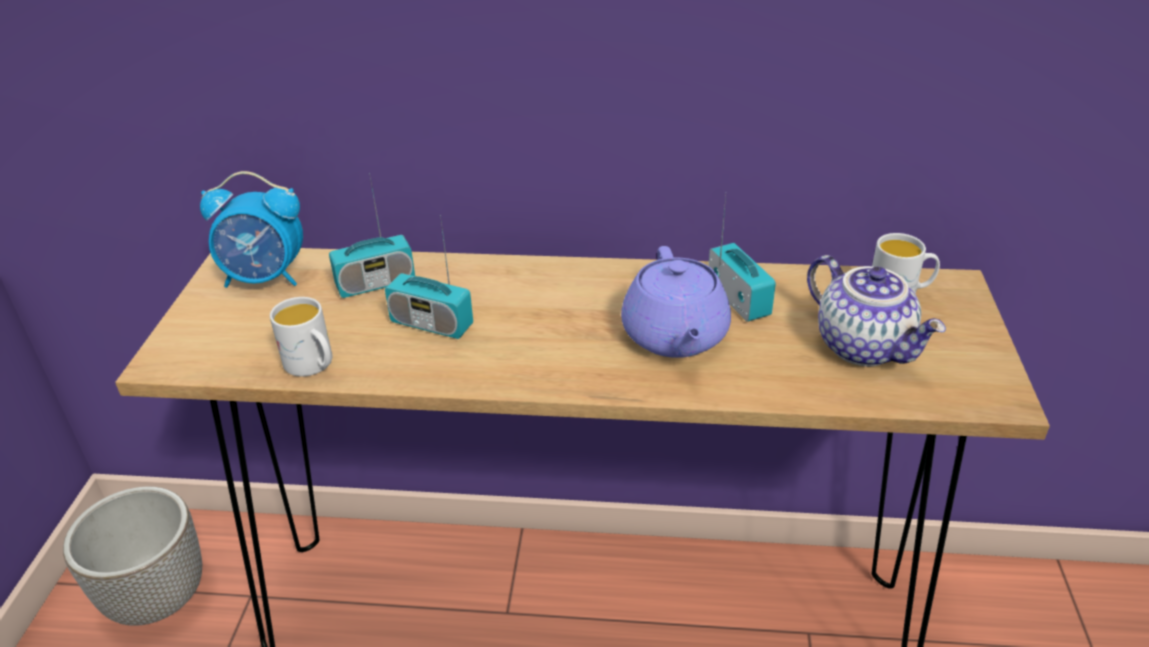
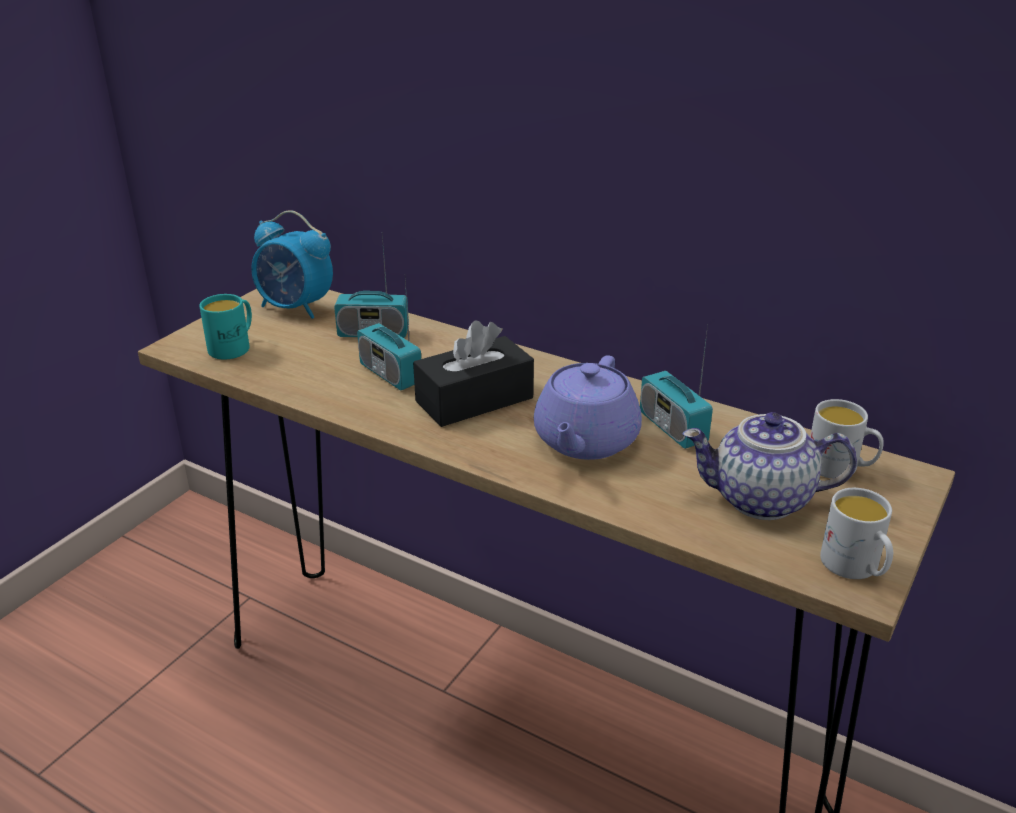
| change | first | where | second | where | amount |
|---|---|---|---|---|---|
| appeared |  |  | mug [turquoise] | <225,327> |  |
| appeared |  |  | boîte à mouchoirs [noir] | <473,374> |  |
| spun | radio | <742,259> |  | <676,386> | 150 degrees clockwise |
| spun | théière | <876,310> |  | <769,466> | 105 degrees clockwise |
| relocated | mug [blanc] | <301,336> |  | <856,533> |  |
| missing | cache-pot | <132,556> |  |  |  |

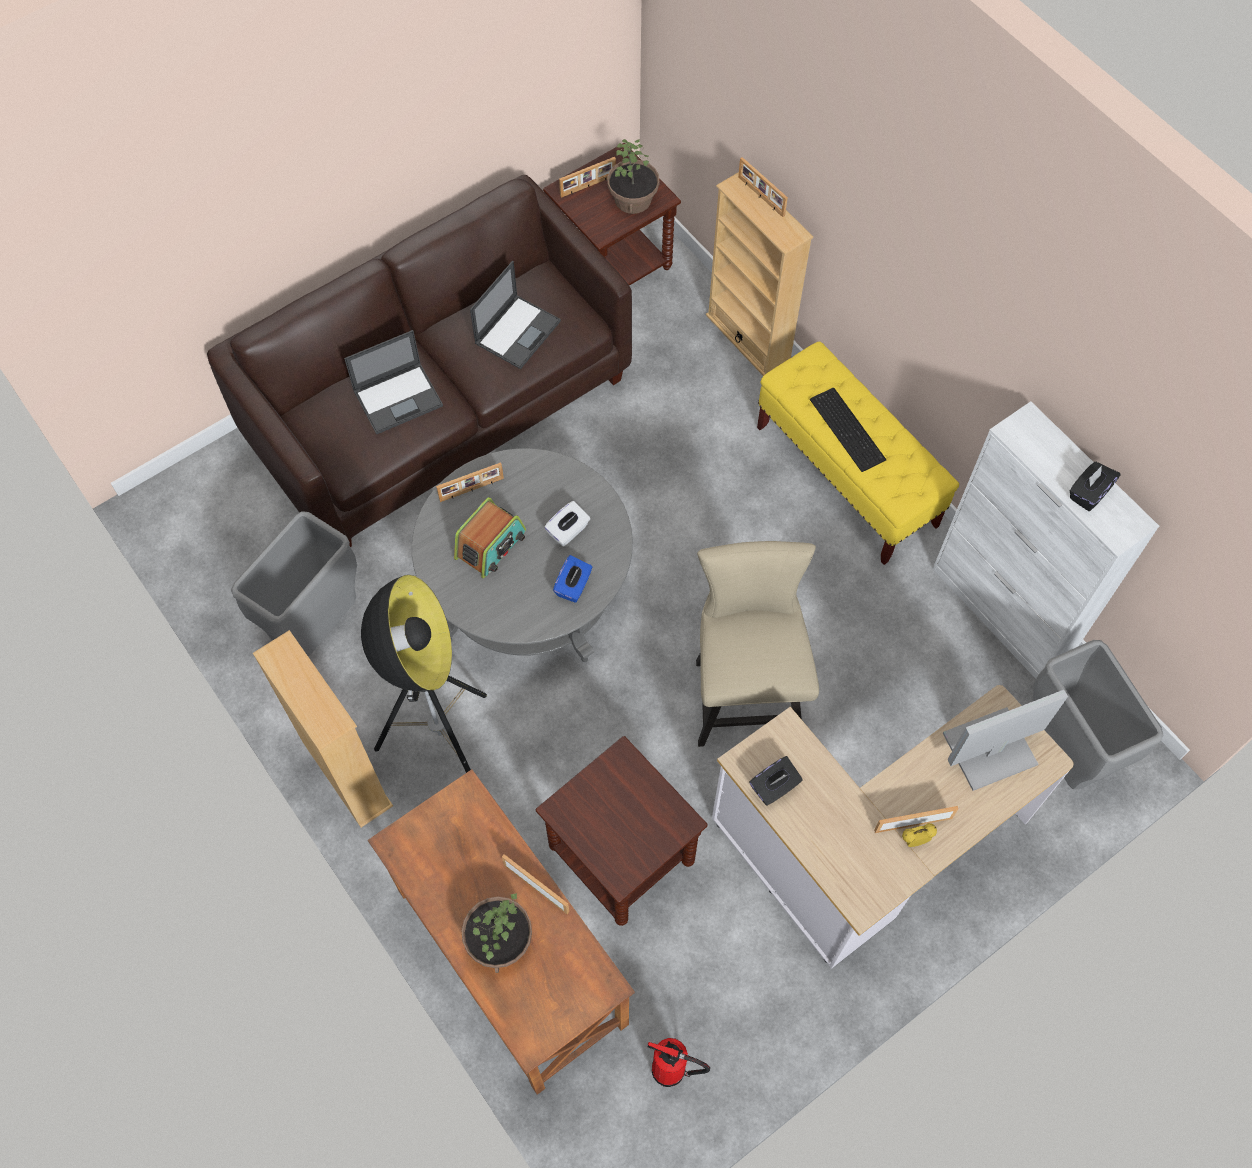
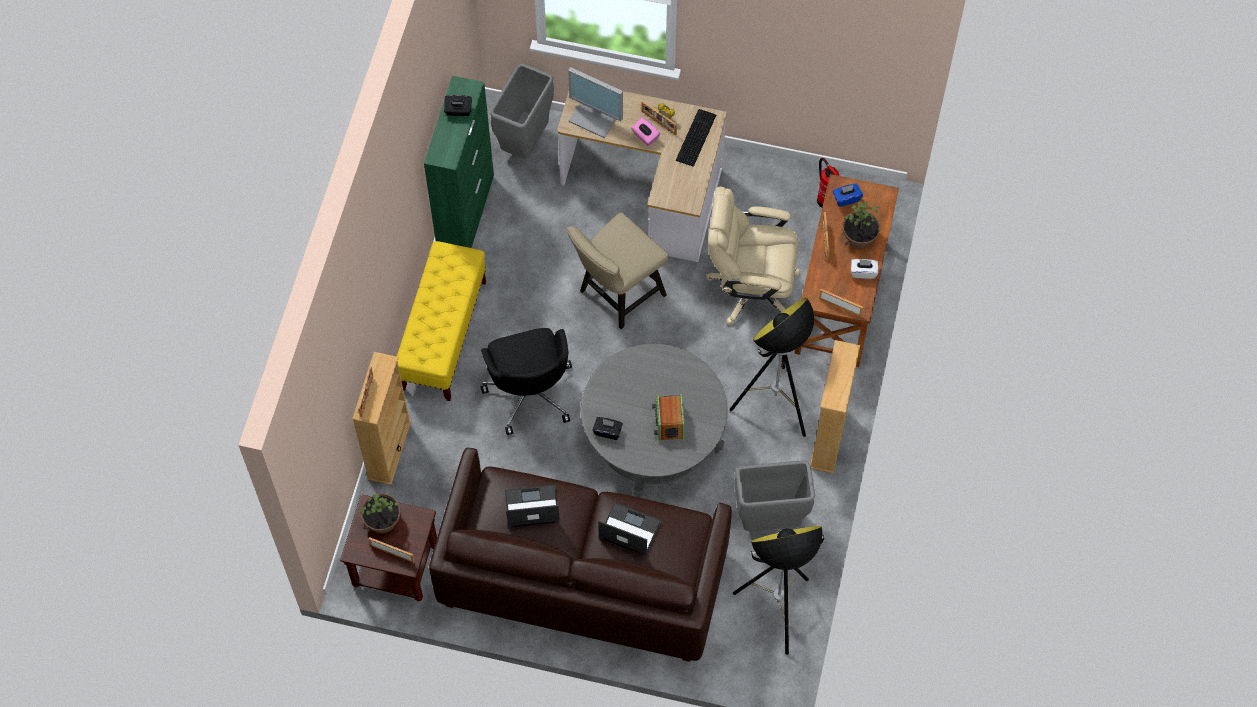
| change | first | where | second | where | amount |
|---|---|---|---|---|---|
| colour | meuble de rangement [blanc] | <1046,540> | meuble de rangement [vert] | <459,162> |  |
| appeared |  |  | chaise de bureau [noir] | <526,381> |  |
| relocated | boîte à mouchoirs [noir] | <776,780> |  | <607,428> |  |
| appeared |  |  | boîte à mouchoirs [rose] | <645,131> |  |
| spun | radio | <490,537> |  | <668,417> | 90 degrees counterclockwise |
| relocated | clavier | <848,430> |  | <696,138> |  |
| exchanged | table d'appoint [marron] | <622,831> | chaise de bureau [beige] | <753,256> |  |
| appeared |  |  | lampadaire | <779,590> |  |
| relocated | cadre photo | <470,482> |  | <841,303> |  |
| relocated | boîte à mouchoirs [bleu] | <572,578> |  | <848,195> |  |
| relocated | boîte à mouchoirs [blanc] | <567,523> |  | <864,269> |  |

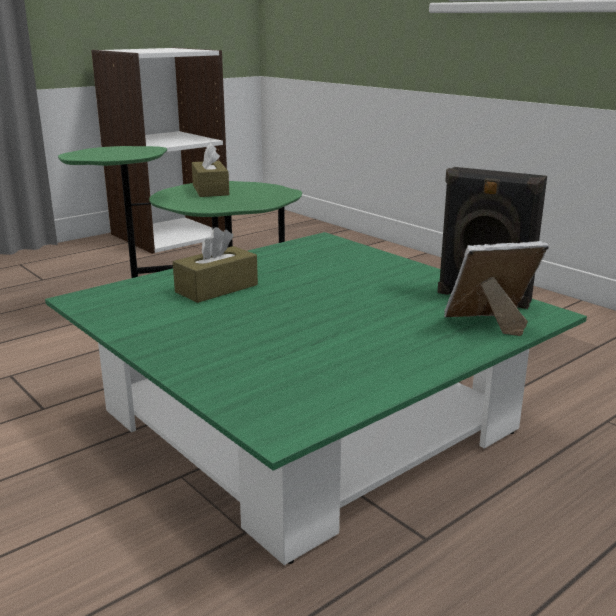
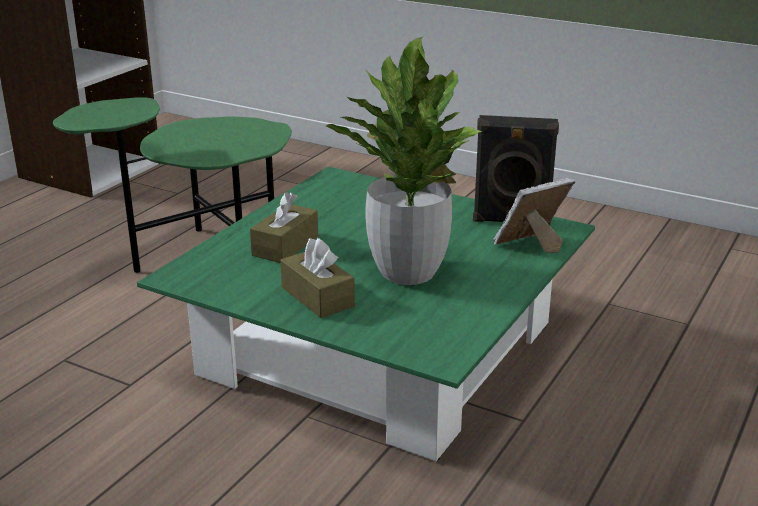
| change | first | where | second | where | amount |
|---|---|---|---|---|---|
| relocated | boîte à mouchoirs [marron] | <210,170> |  | <317,278> |  |
| appeared |  |  | plante en pot | <404,161> |  |

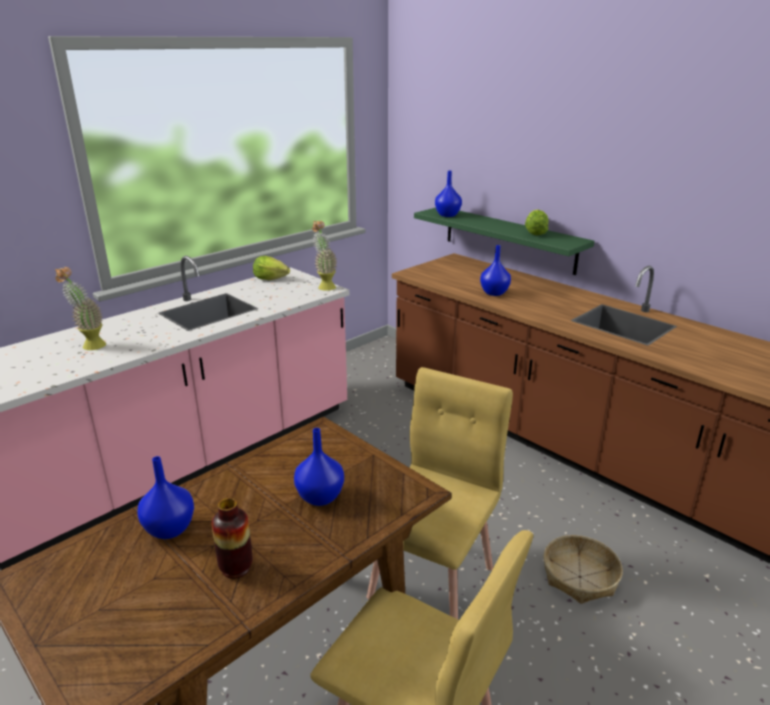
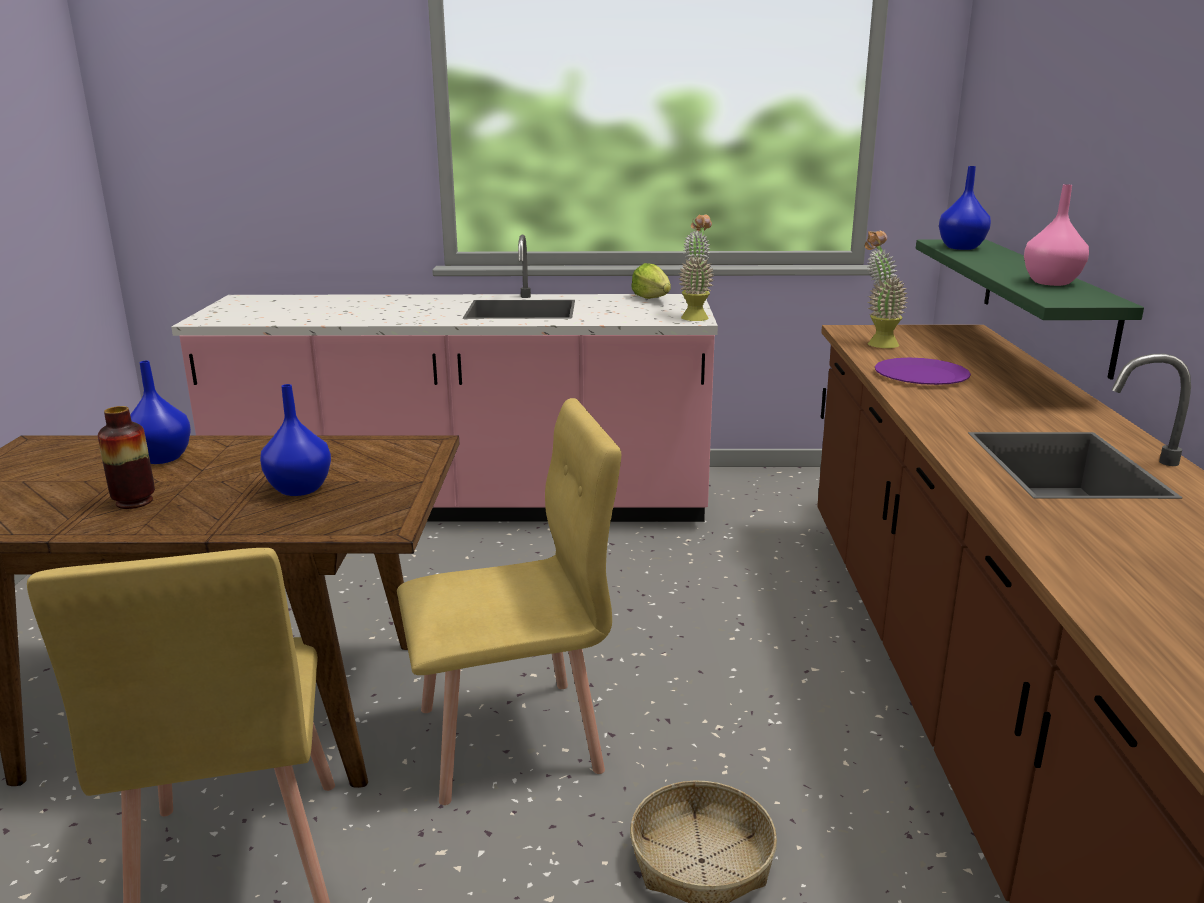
| change | first | where | second | where | amount |
|---|---|---|---|---|---|
| relocated | plante en pot | <80,308> |  | <886,289> |  |
| exchanged | vase [bleu] | <495,270> | assiette [violet] | <923,371> |  |
| exchanged | laitue | <537,222> | vase [rose] | <1056,235> |  |

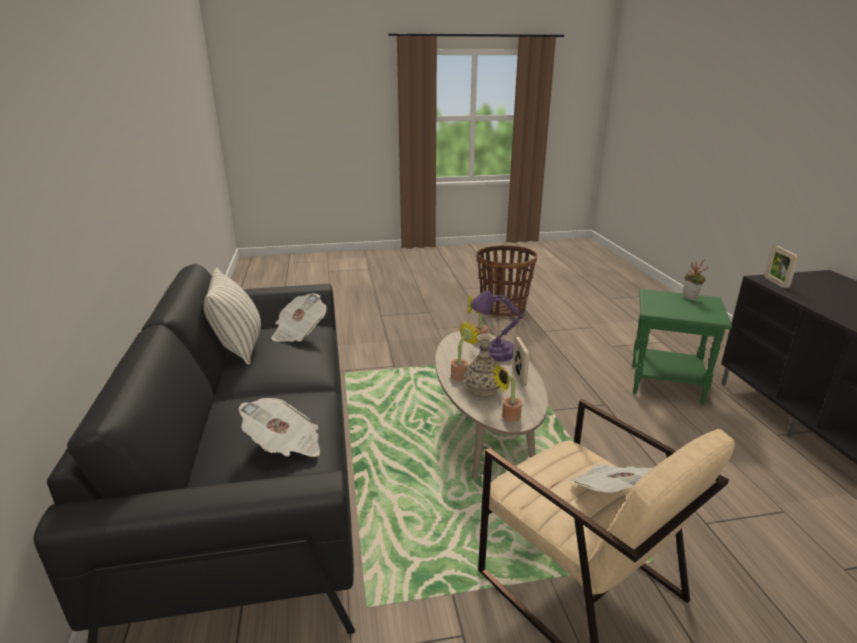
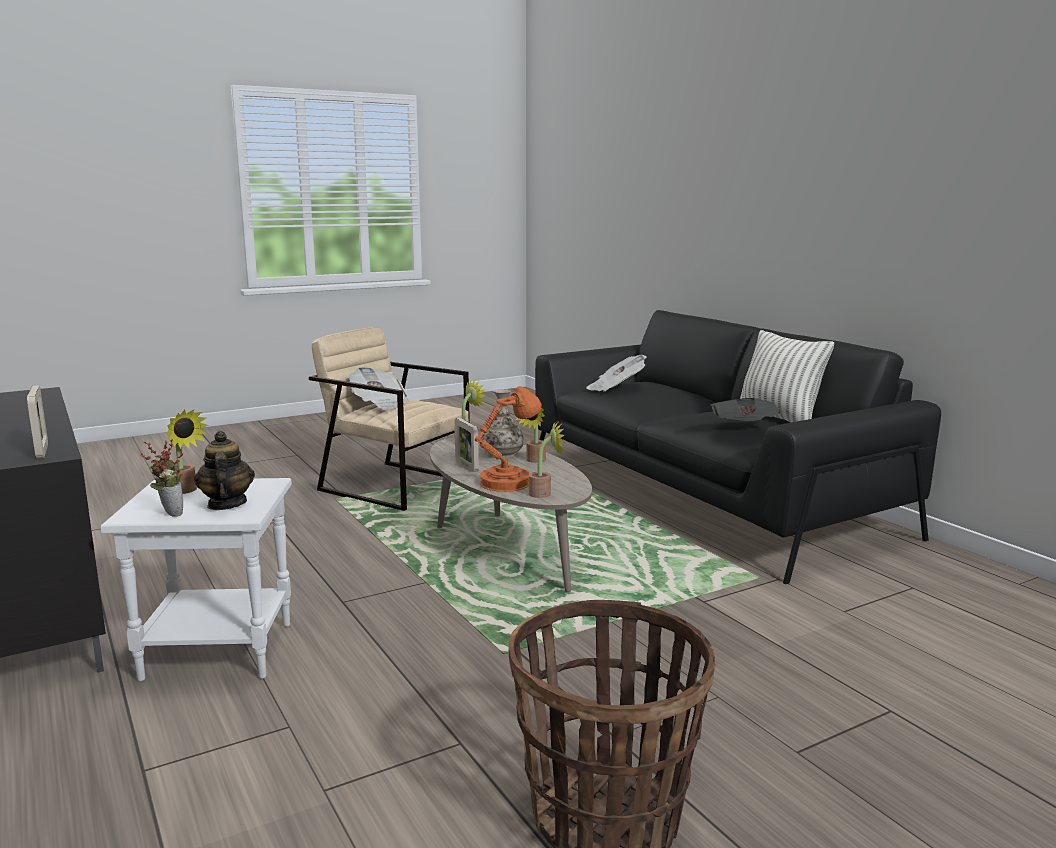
| change | first | where | second | where | amount |
|---|---|---|---|---|---|
| colour | table d'appoint [vert] | <682,347> | table d'appoint [blanc] | <196,579> |  |
| appeared |  |  | plante en pot | <187,451> |  |
| appeared |  |  | théière | <224,470> |  |
| colour | lampe de table [violet] | <496,326> | lampe de table [orange] | <508,439> |  |

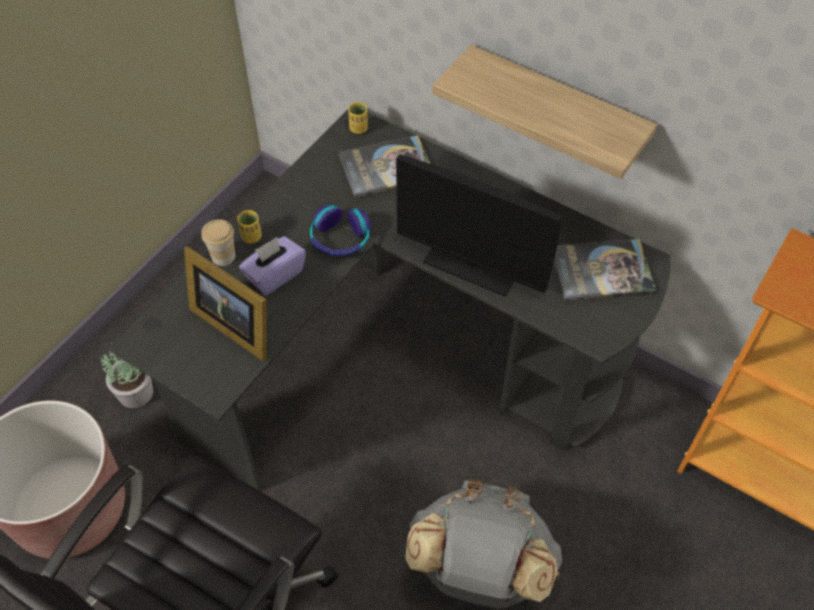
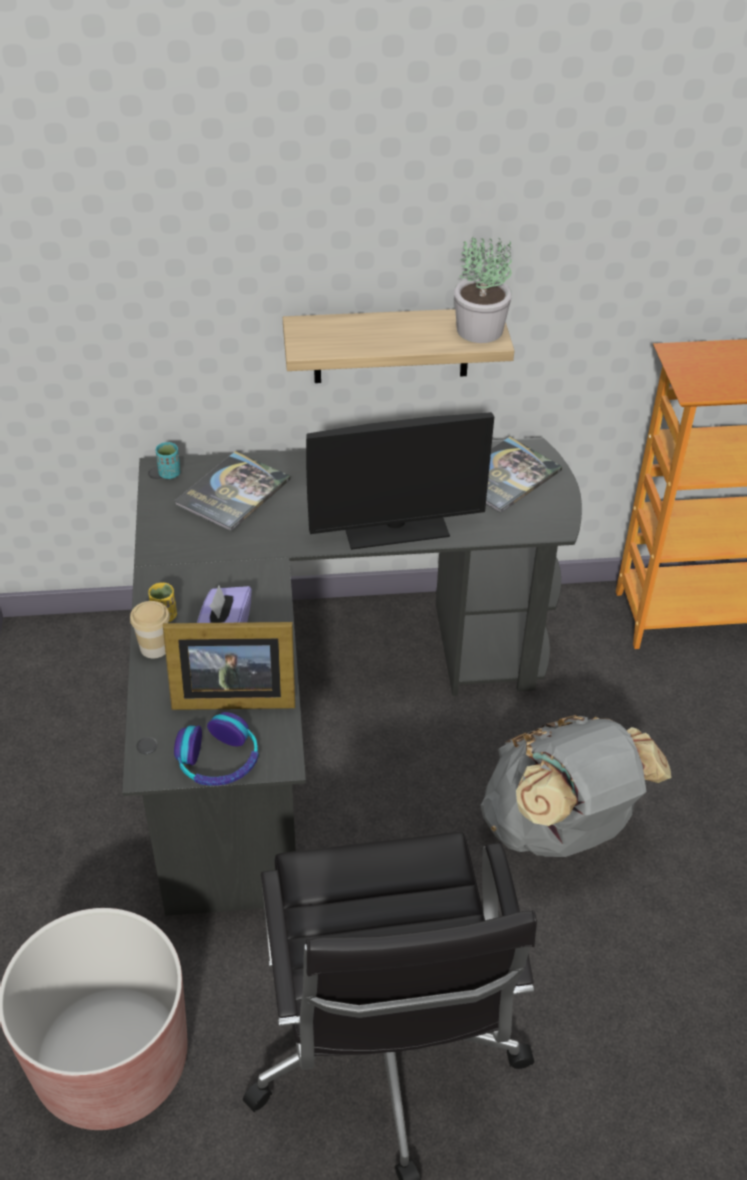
| change | first | where | second | where | amount |
|---|---|---|---|---|---|
| colour | tasse [jaune] | <358,118> | tasse [turquoise] | <168,460> |  |
| relocated | casque audio | <340,230> |  | <216,749> |  |
| relocated | plante en pot | <126,379> |  | <483,290> |  |

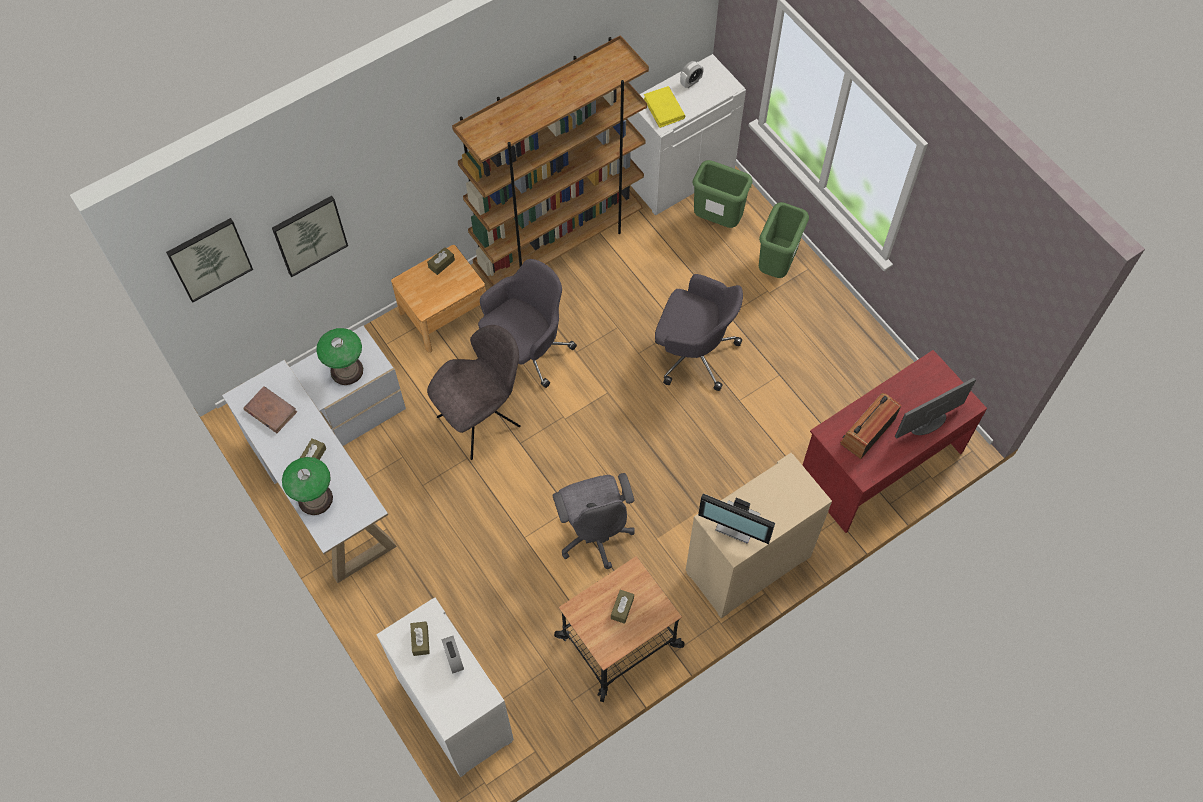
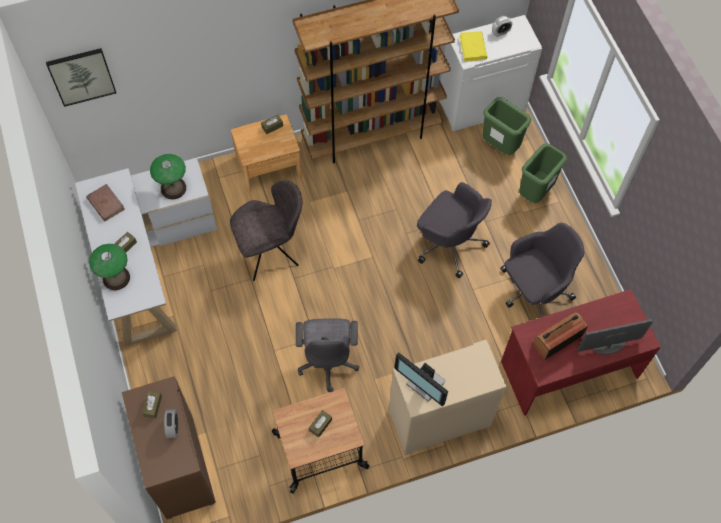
| change | first | where | second | where | amount |
|---|---|---|---|---|---|
| colour | meuble de rangement [blanc] | <445,687> | meuble de rangement [marron] | <169,448> |  |
| relocated | chaise de bureau [gris] | <527,323> |  | <542,270> |  |
| missing | tableau | <310,236> |  |  |  |

